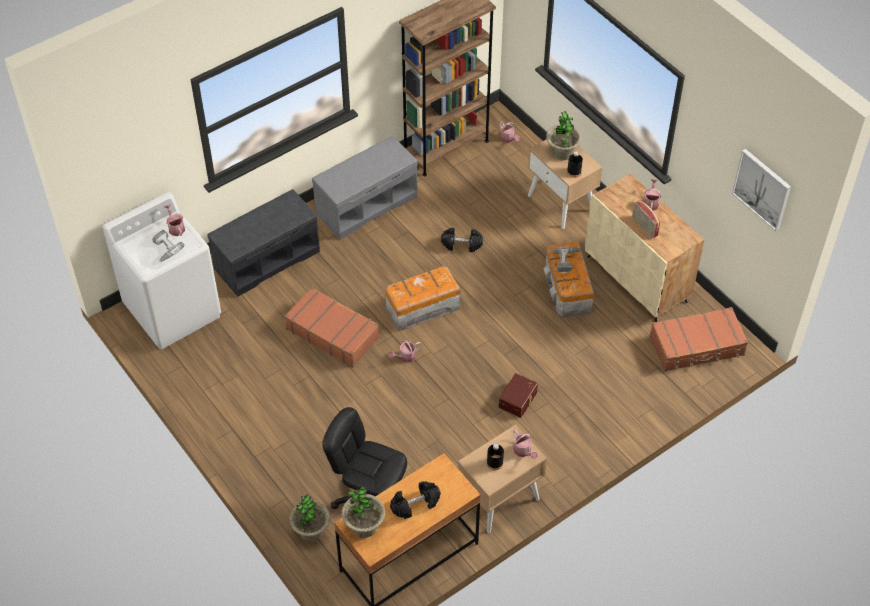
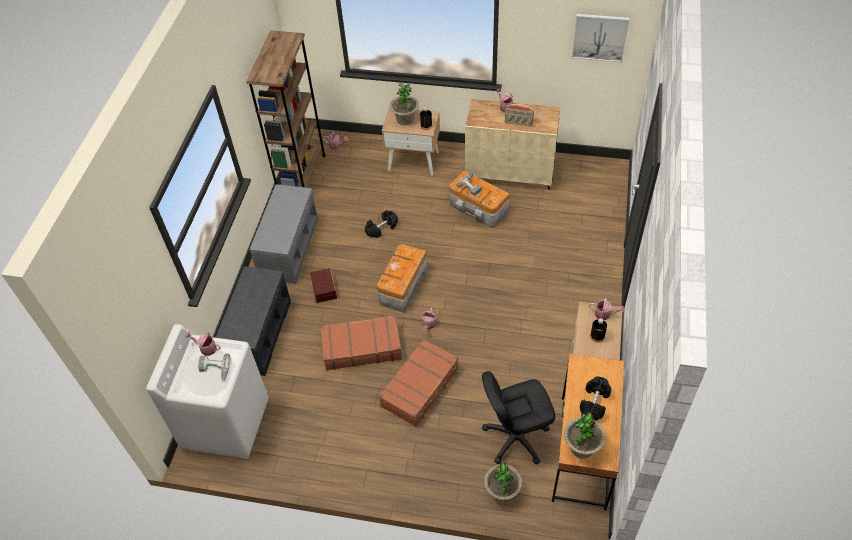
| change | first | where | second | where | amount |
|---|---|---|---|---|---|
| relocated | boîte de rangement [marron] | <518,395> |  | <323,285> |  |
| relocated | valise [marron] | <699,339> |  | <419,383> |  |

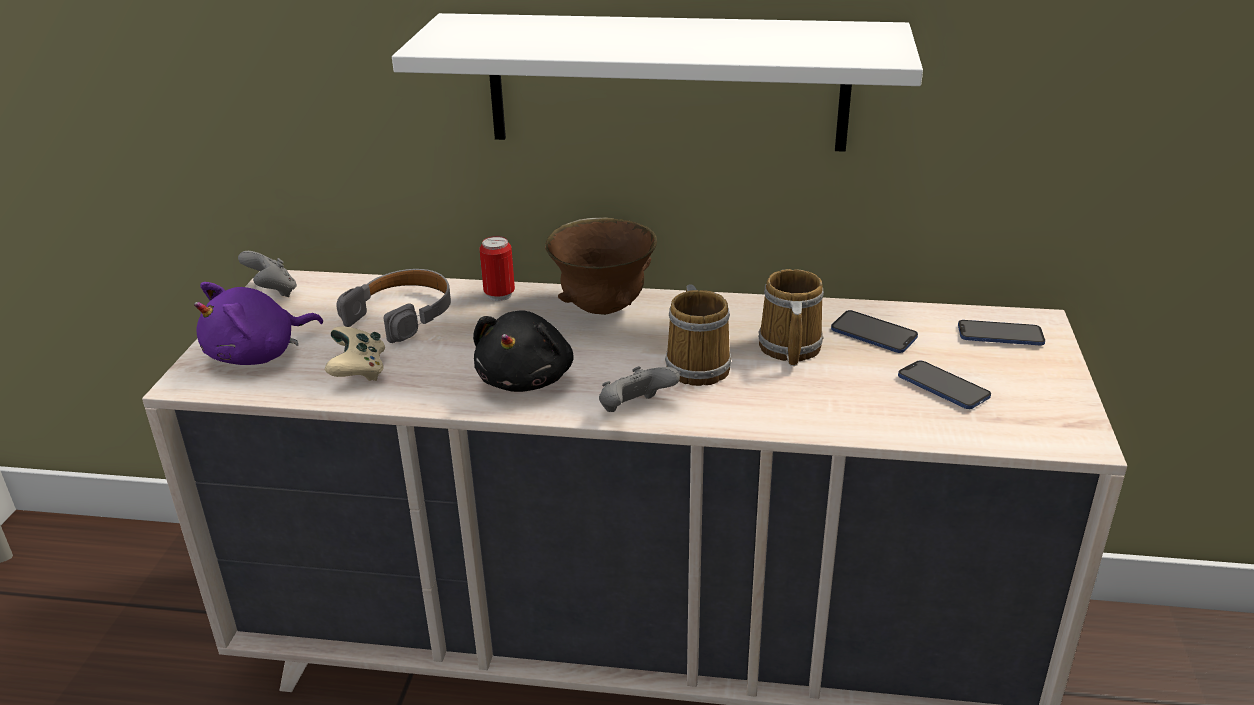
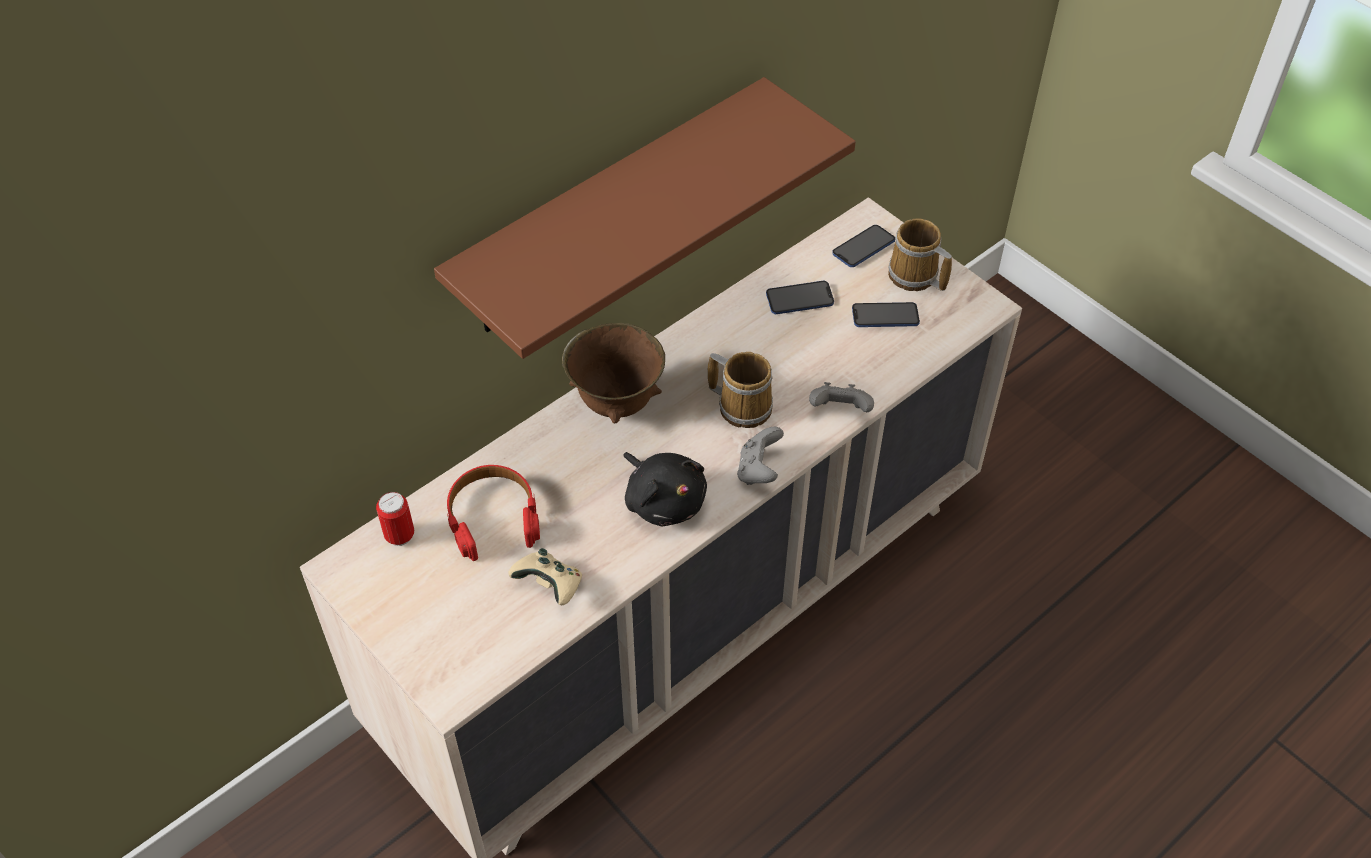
| change | first | where | second | where | amount |
|---|---|---|---|---|---|
| relocated | boîte métallique | <497,268> |  | <395,519> |  |
| colour | étagère [blanc] | <657,82> | étagère [marron] | <645,218> |  |
| colour | casque audio [gris] | <394,306> | casque audio [rouge] | <493,513> |  |
| relocated | manette [gris] | <267,274> |  | <841,397> |  |
| relocated | mug | <791,317> |  | <920,254> |  |
| missing | peluche [violet] | <258,323> |  |  |  |

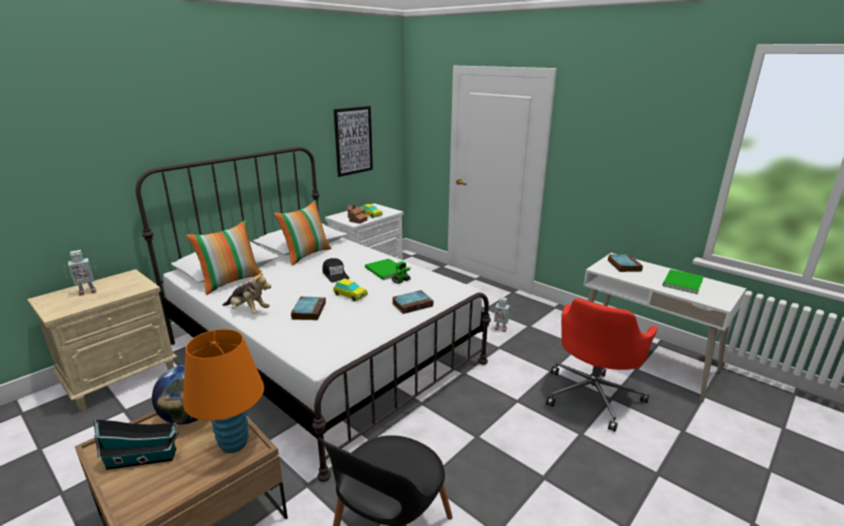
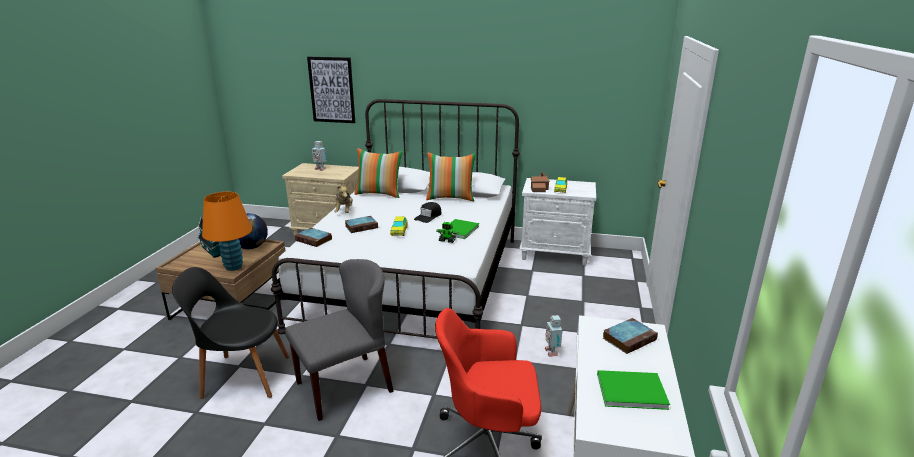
| change | first | where | second | where | amount |
|---|---|---|---|---|---|
| appeared |  |  | chaise [gris] | <339,340> |  |
| relocated | livre | <412,302> |  | <313,237> |  |
| relocated | tableau | <353,141> |  | <331,90> |  |

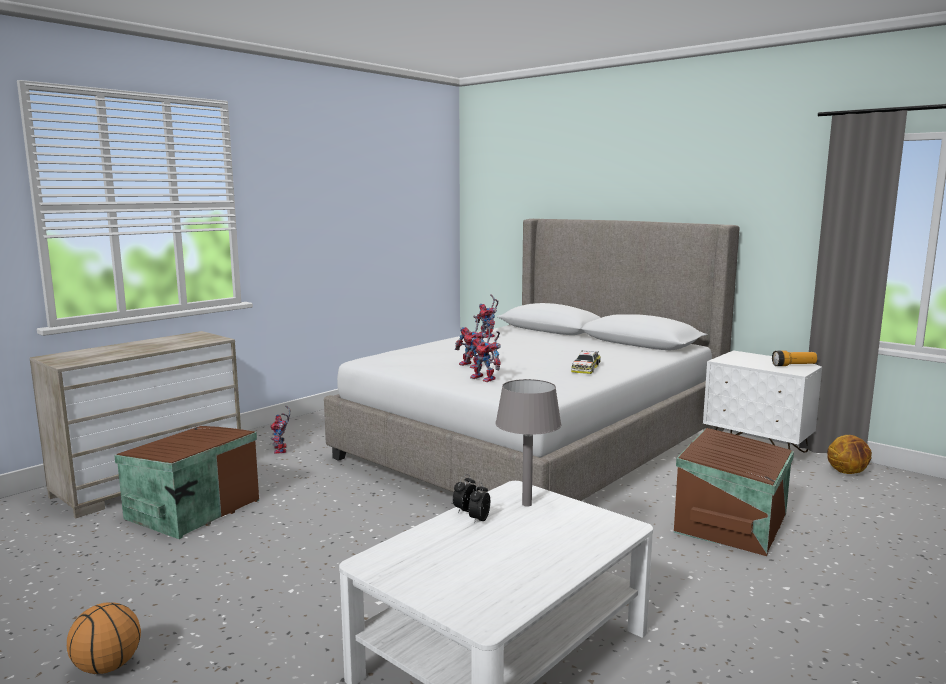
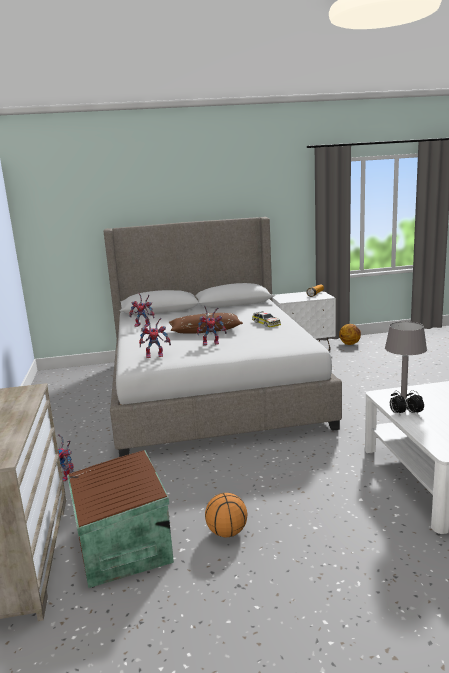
| change | first | where | second | where | amount |
|---|---|---|---|---|---|
| relocated | robot jouet | <483,353> |  | <155,337> |  |
| appeared |  |  | coussin [marron] | <206,323> |  |
| relocated | ballon de basket | <104,638> |  | <226,515> |  |
| missing | boîte de rangement [marron] | <734,492> |  |  |  |

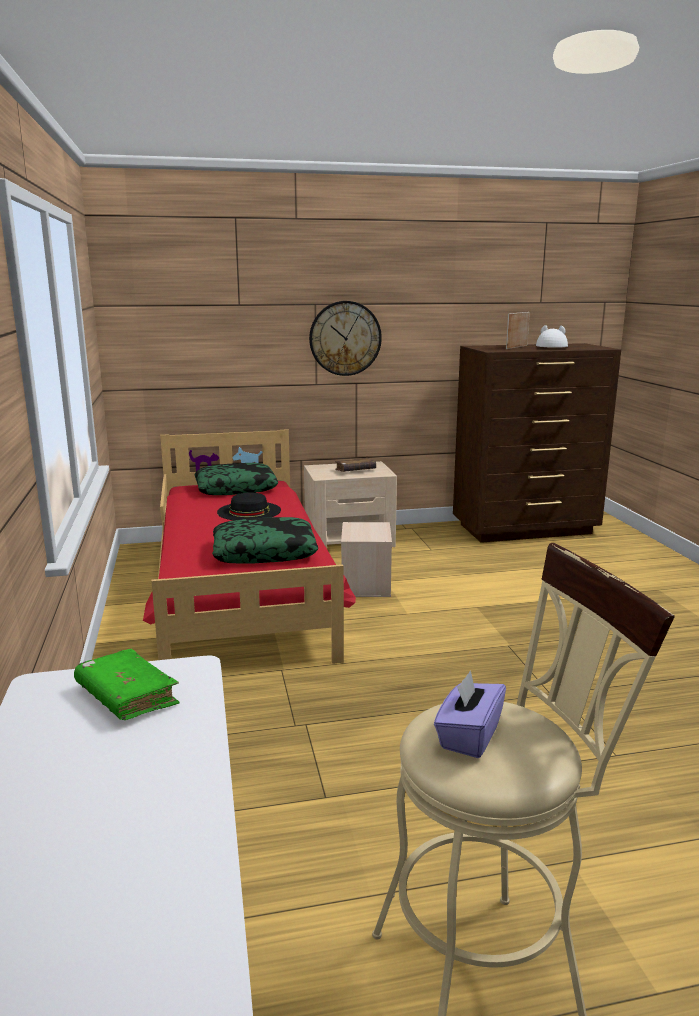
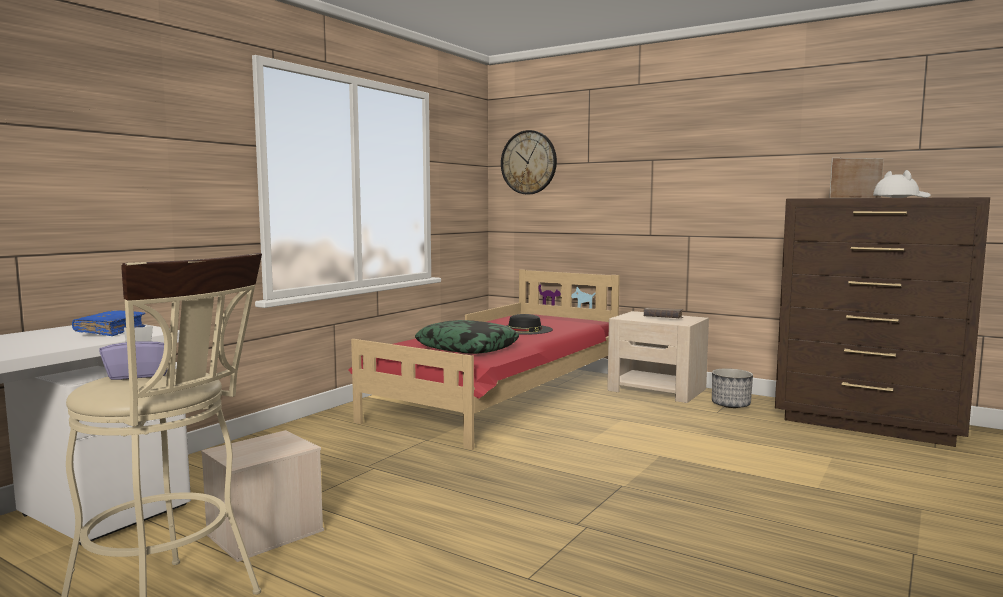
| change | first | where | second | where | amount |
|---|---|---|---|---|---|
| colour | livre [vert] | <127,684> | livre [bleu] | <109,323> |  |
| relocated | boîte de rangement [beige] | <366,559> |  | <262,496> |  |
| relocated | horloge murale | <345,338> |  | <529,162> |  |
| appeared |  |  | cache-pot | <732,388> |  |
| missing | coussin | <236,479> |  |  |  |

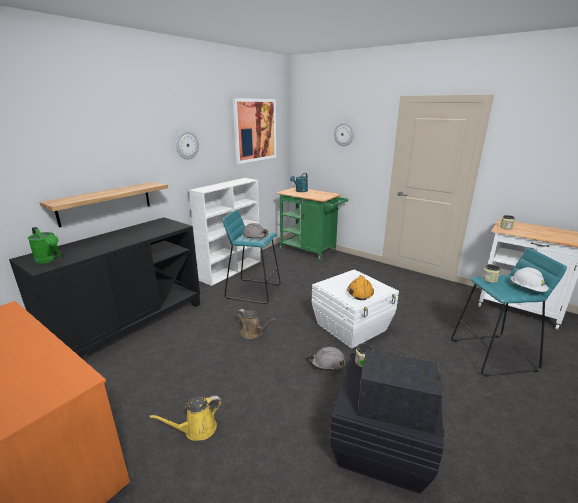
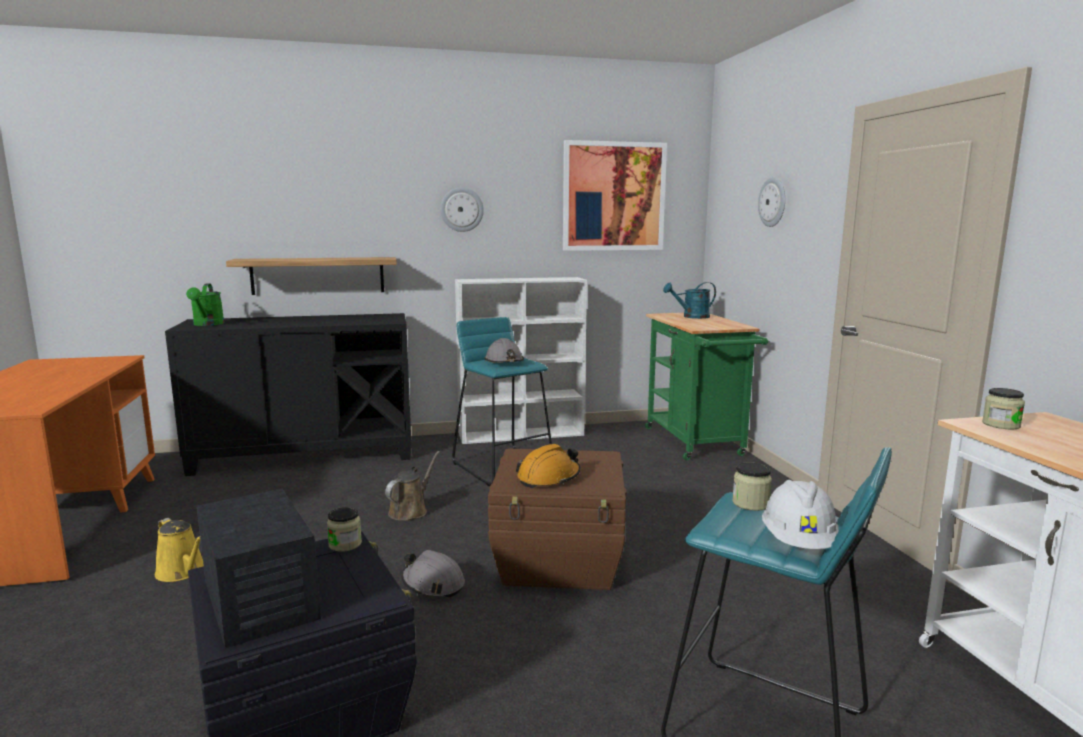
| change | first | where | second | where | amount |
|---|---|---|---|---|---|
| spun | arrosoir [jaune] | <185,418> |  | <179,550> | 150 degrees counterclockwise |
| spun | arrosoir [marron] | <256,324> |  | <412,486> | 135 degrees counterclockwise |
| colour | boîte de rangement [blanc] | <355,309> | boîte de rangement [marron] | <557,519> |  |

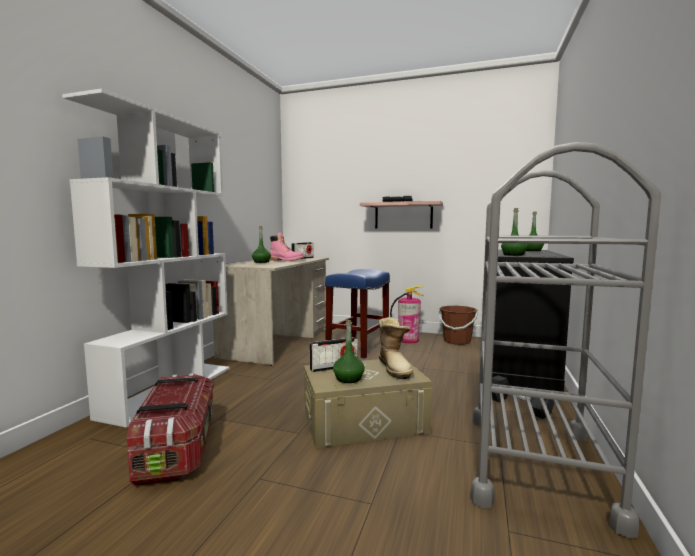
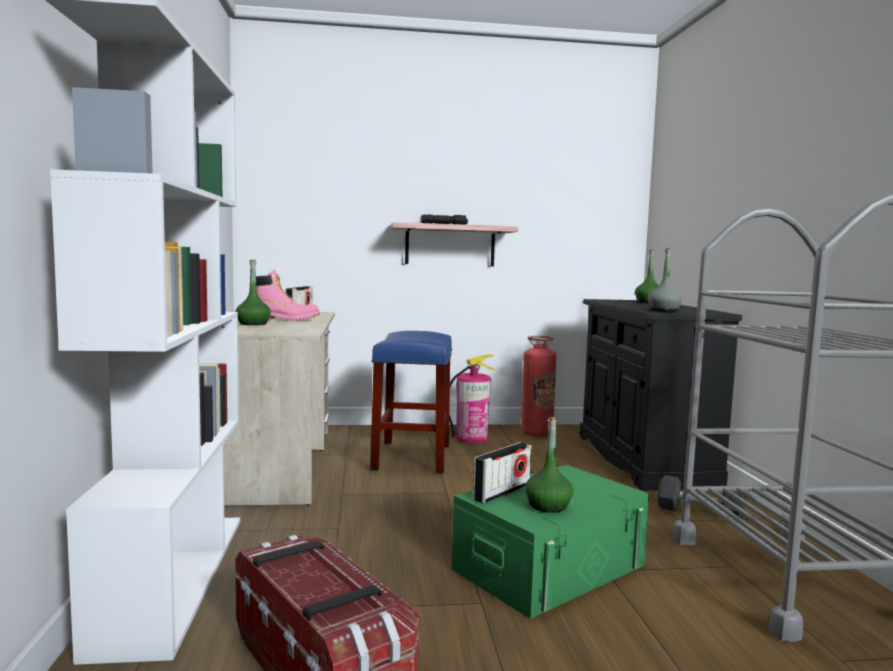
| change | first | where | second | where | amount |
|---|---|---|---|---|---|
| colour | boîte de rangement [beige] | <368,403> | boîte de rangement [vert] | <550,542> |  |
| exchanged | seau [marron] | <458,325> | extincteur | <538,386> |  |
| colour | bouteille [vert] | <514,232> | bouteille [gris] | <665,280> |  |
| missing | botte | <395,348> |  |  |  |

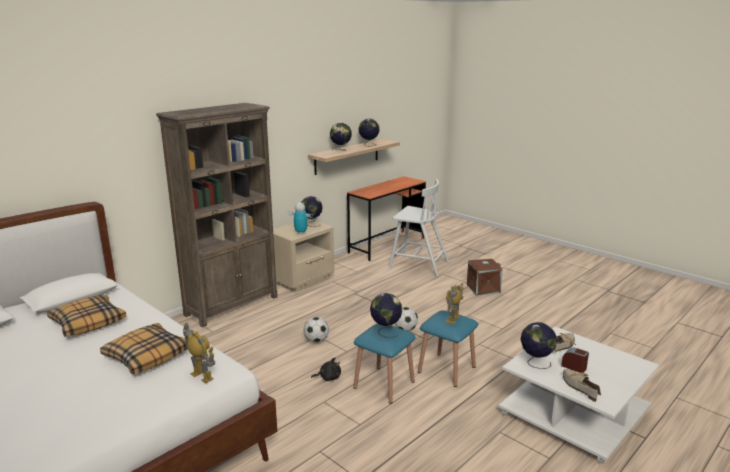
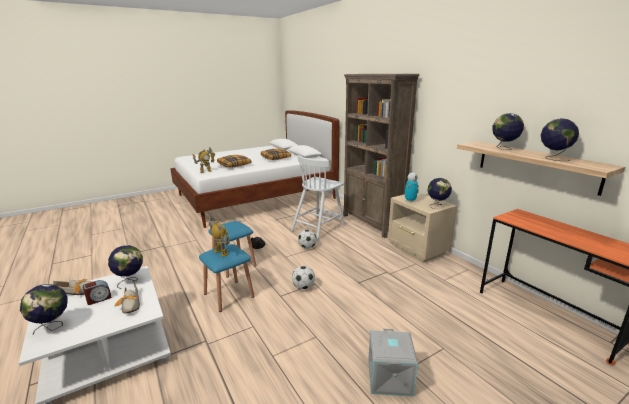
| change | first | where | second | where | amount |
|---|---|---|---|---|---|
| relocated | globe | <386,315> |  | <44,309> |  |
| relocated | chaise [blanc] | <419,227> |  | <317,197> |  |
| colour | boîte de rangement [marron] | <485,277> | boîte de rangement [gris] | <393,363> |  |

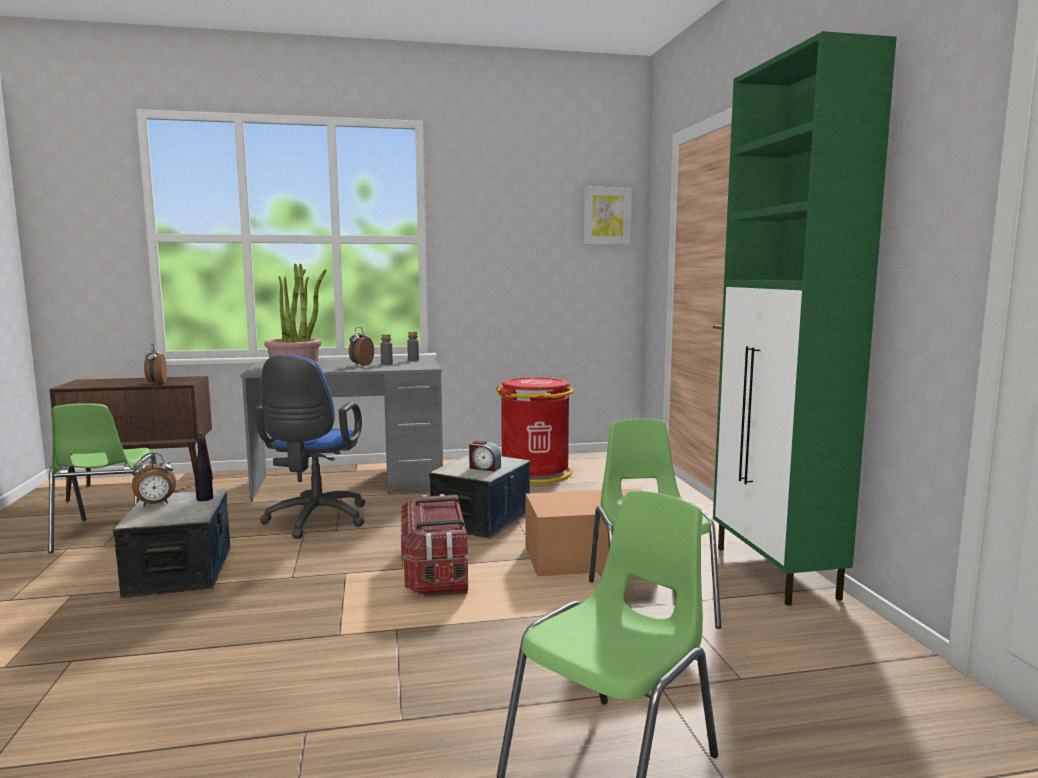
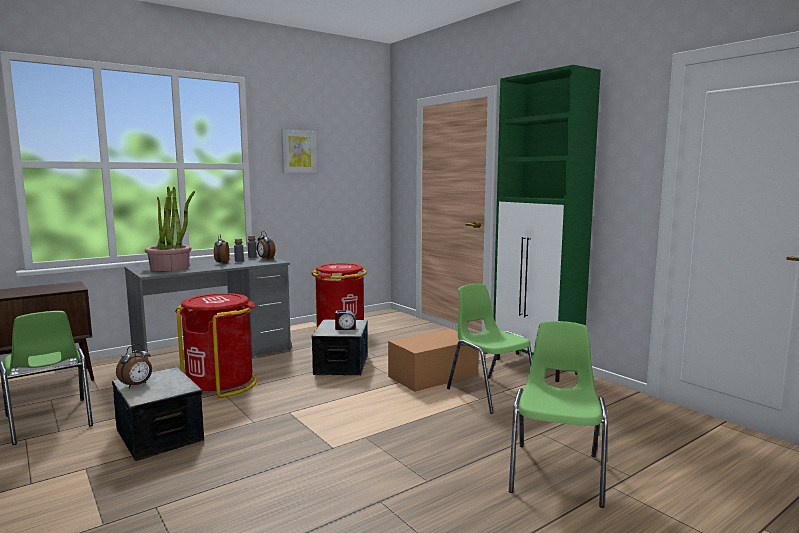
| change | first | where | second | where | amount |
|---|---|---|---|---|---|
| exchanged | chaise de bureau [bleu] | <310,446> | poubelle [rouge] | <216,345> |  |
| relocated | réveil | <155,364> |  | <266,245> |  |
| relocated | tableau | <607,215> |  | <299,151> |  |
| missing | bouteille [noir] | <203,467> |  |  |  |
| missing | boîte de rangement | <435,545> |  |  |  |

